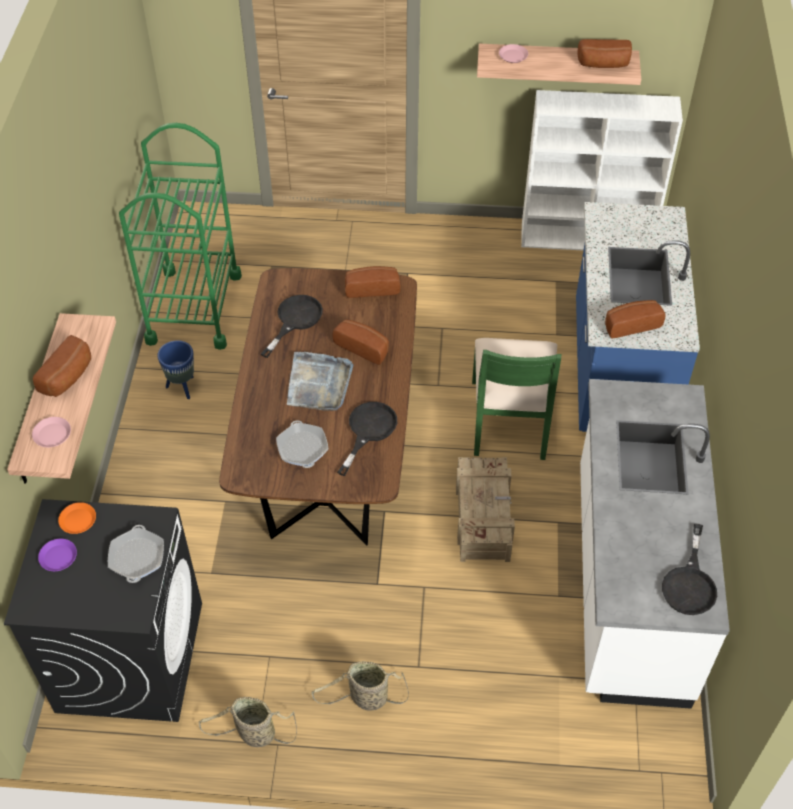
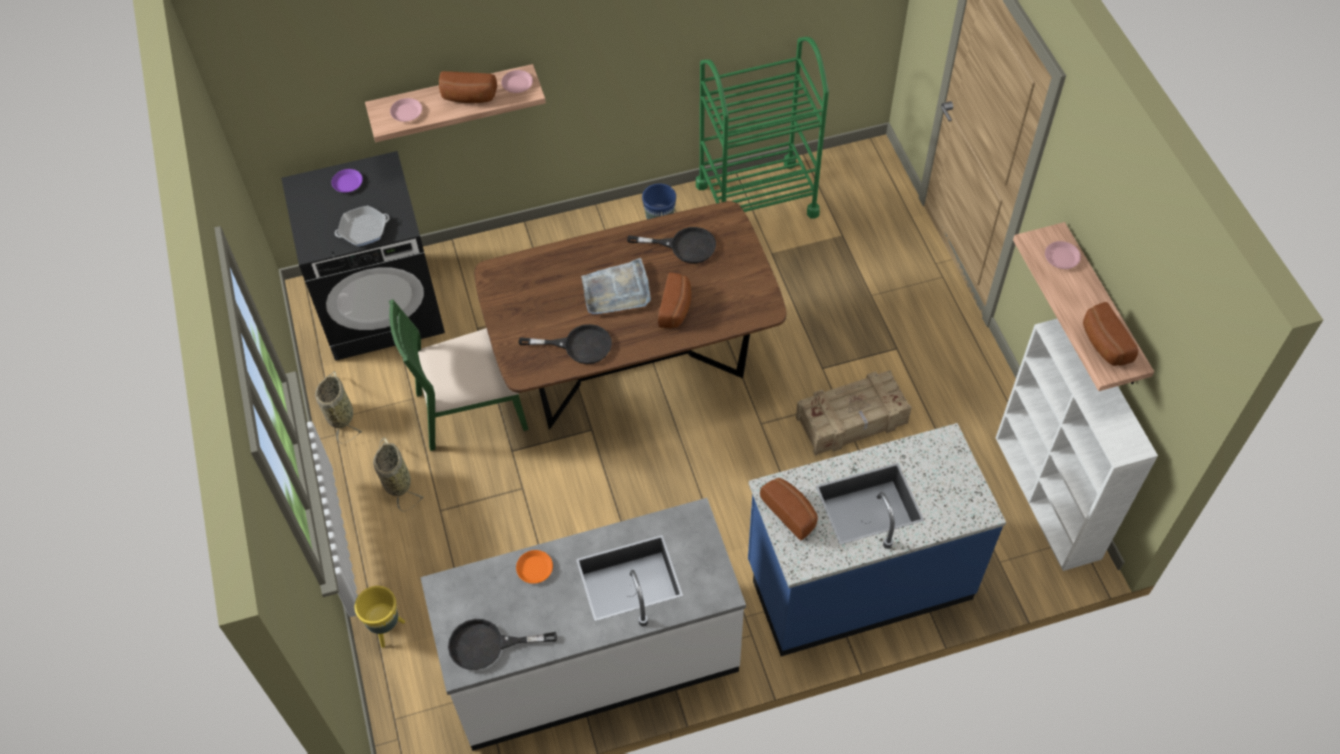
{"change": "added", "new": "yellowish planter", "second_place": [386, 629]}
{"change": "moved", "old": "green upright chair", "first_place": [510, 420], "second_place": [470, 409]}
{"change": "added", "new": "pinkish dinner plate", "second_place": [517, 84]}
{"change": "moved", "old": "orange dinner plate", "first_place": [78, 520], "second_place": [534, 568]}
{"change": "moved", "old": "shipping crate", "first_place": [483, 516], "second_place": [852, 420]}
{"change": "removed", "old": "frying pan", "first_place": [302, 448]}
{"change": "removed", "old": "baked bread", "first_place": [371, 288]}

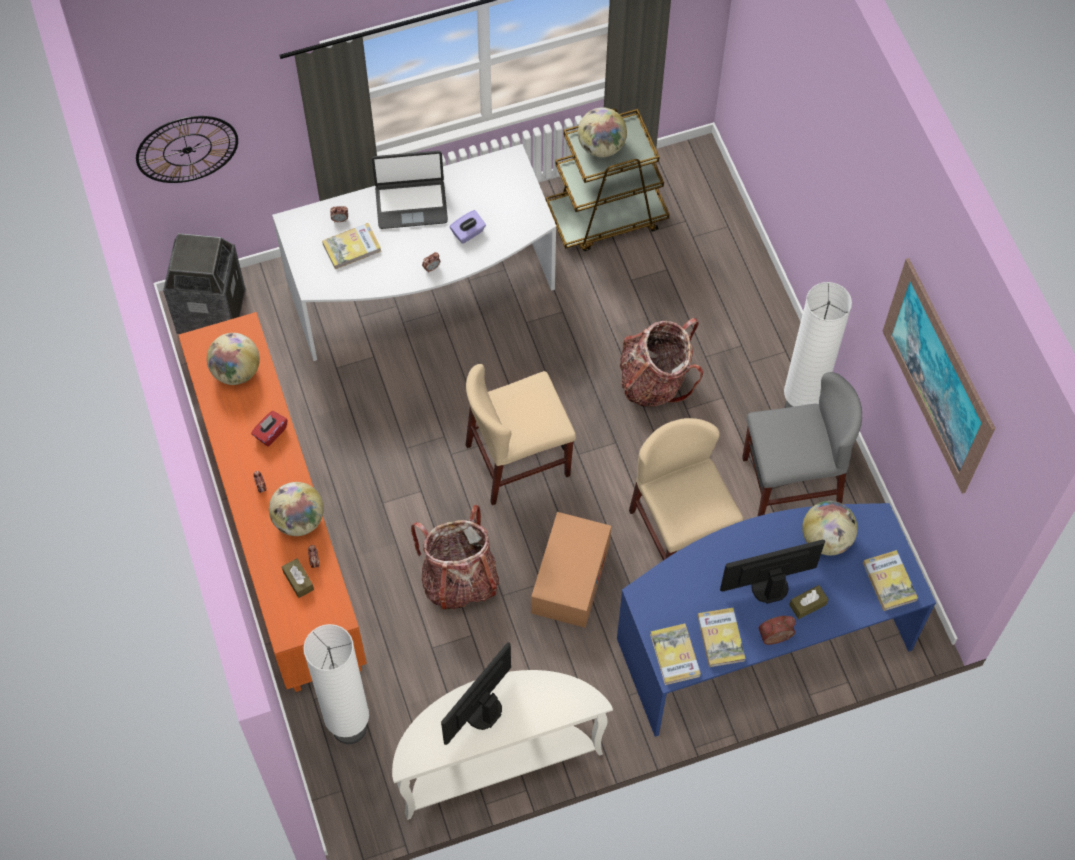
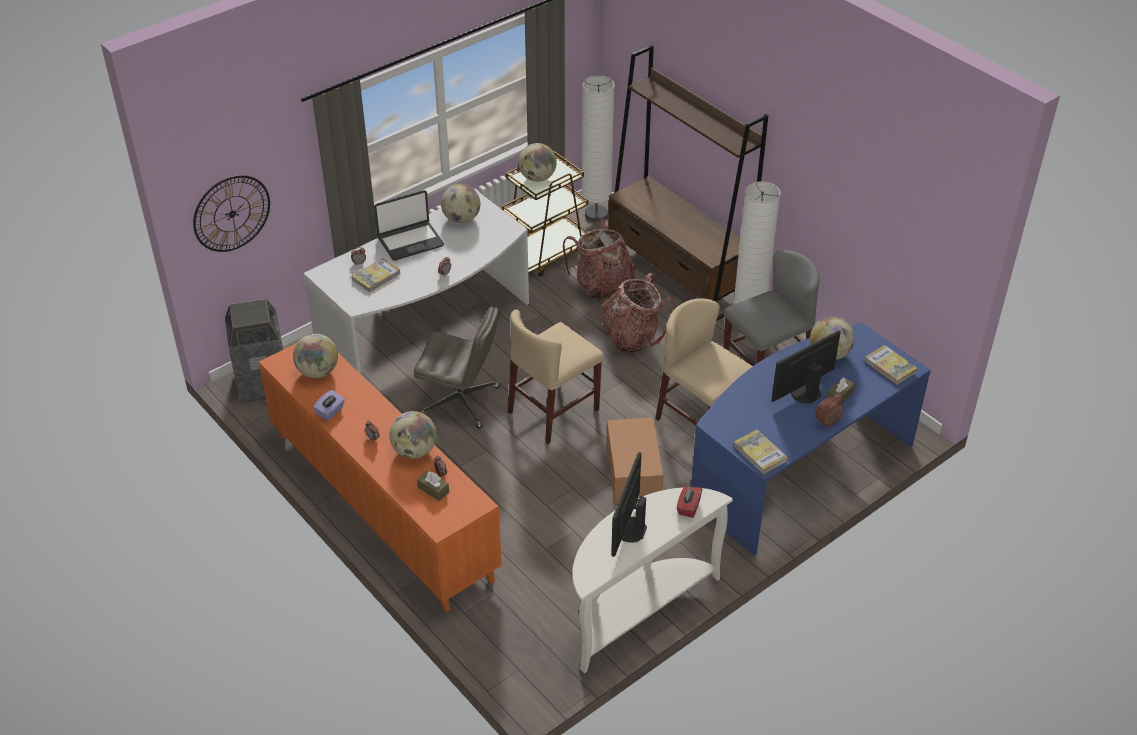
{"change": "moved", "old": "purple box of tissues", "first_place": [468, 233], "second_place": [330, 412]}
{"change": "added", "new": "grey desk chair", "second_place": [461, 402]}
{"change": "added", "new": "desk globe", "second_place": [461, 219]}
{"change": "moved", "old": "backpack", "first_place": [459, 580], "second_place": [602, 285]}
{"change": "moved", "old": "white-coloured standing lamp", "first_place": [349, 727], "second_place": [596, 215]}
{"change": "added", "new": "brown shelving unit", "second_place": [676, 274]}
{"change": "moved", "old": "red box of tissues", "first_place": [270, 433], "second_place": [688, 507]}
{"change": "removed", "old": "bound book", "first_place": [720, 638]}
{"change": "removed", "old": "wall picture", "first_place": [937, 376]}

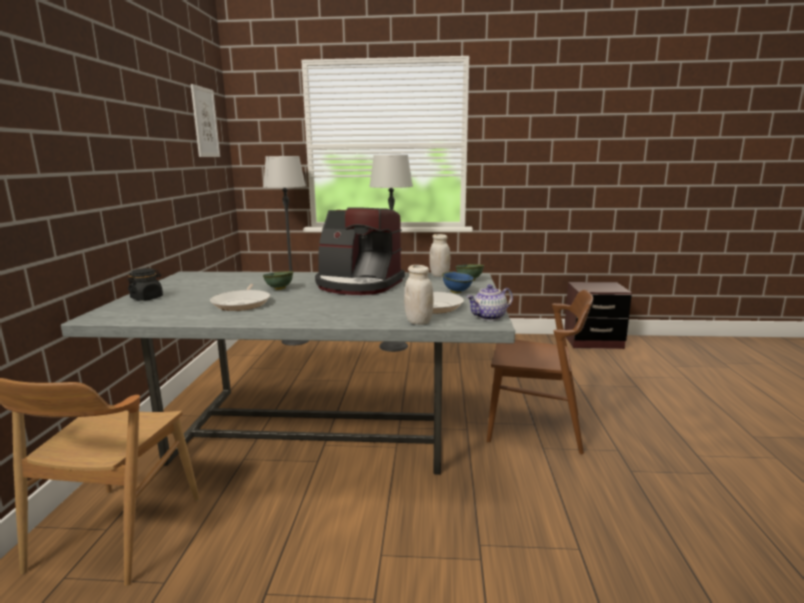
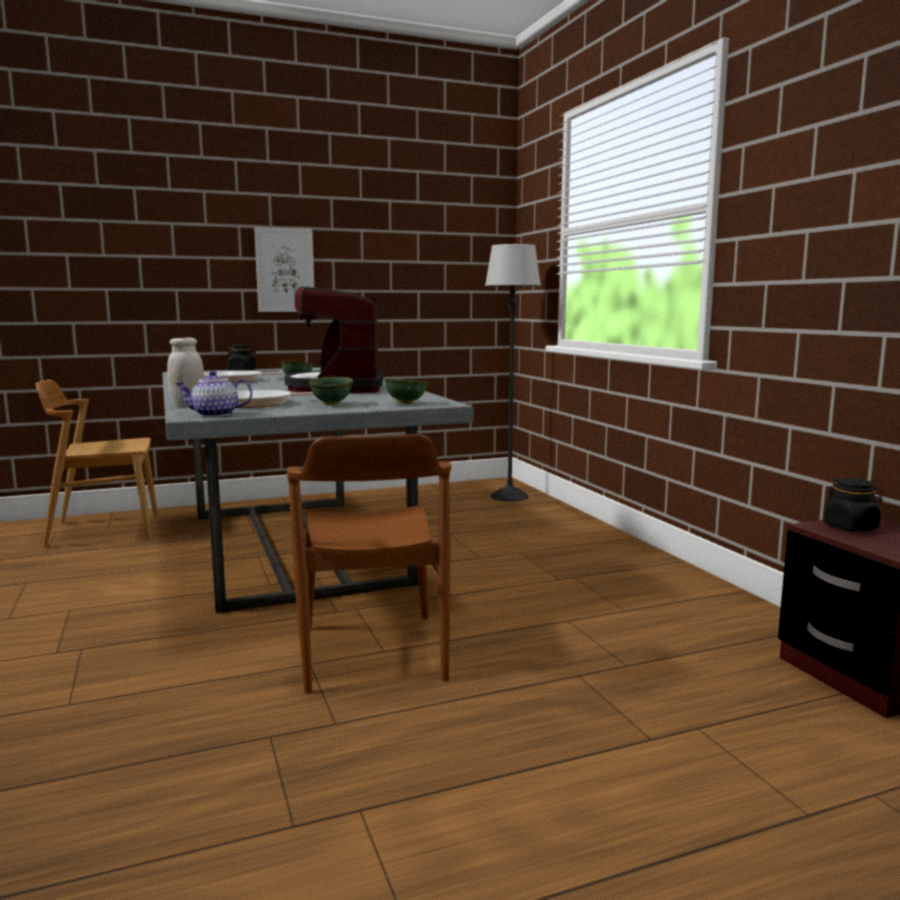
{"change": "turned", "old": "tea pot", "first_place": [489, 317], "second_place": [215, 415], "degrees": -45}
{"change": "moved", "old": "wall picture", "first_place": [205, 122], "second_place": [285, 270]}
{"change": "recoloured", "old": "blue-coloured serving bowl", "new": "green serving bowl", "first_place": [457, 292], "second_place": [332, 404]}
{"change": "added", "new": "black jar", "second_place": [851, 527]}
{"change": "removed", "old": "standing lamp", "first_place": [393, 346]}
{"change": "removed", "old": "white-coloured jar", "first_place": [439, 275]}

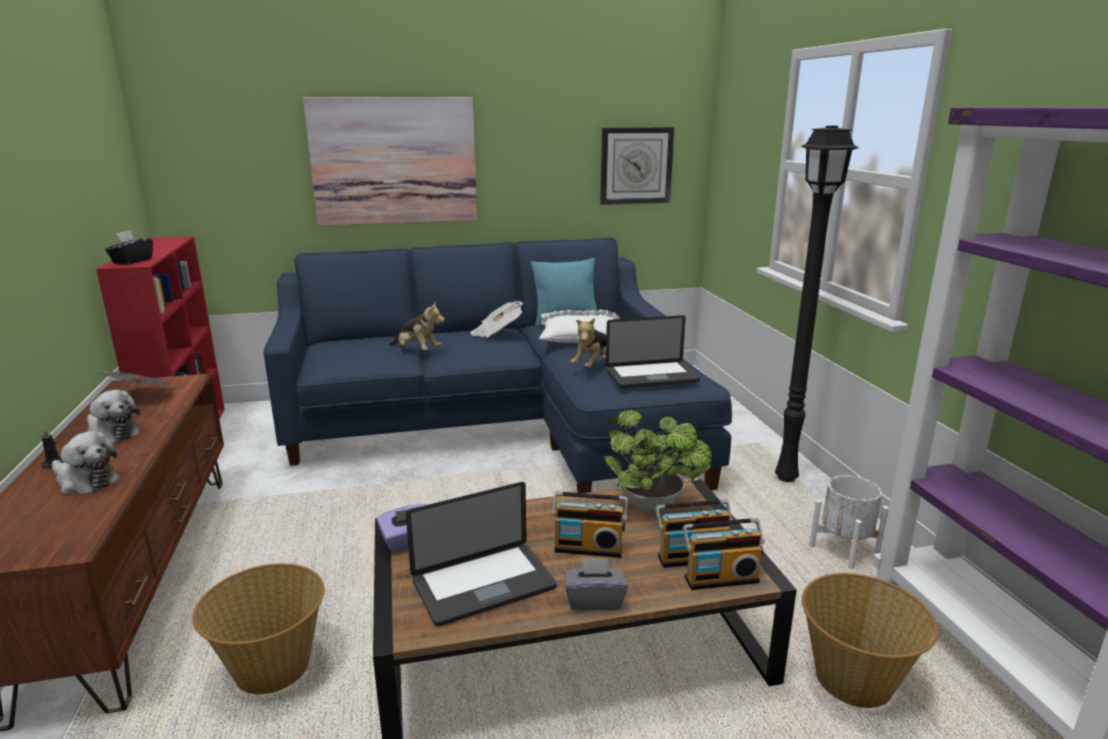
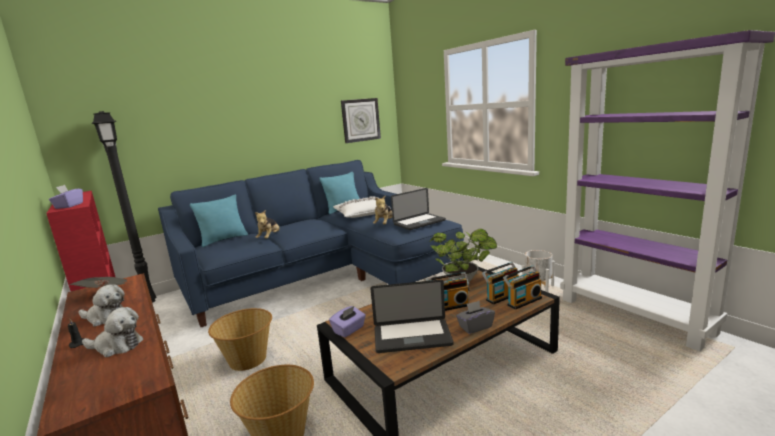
{"change": "recoloured", "old": "black box of tissues", "new": "purple box of tissues", "first_place": [132, 261], "second_place": [69, 206]}
{"change": "moved", "old": "black standing lamp", "first_place": [786, 477], "second_place": [150, 301]}
{"change": "added", "new": "turquoise-coloured cushion", "second_place": [223, 239]}
{"change": "moved", "old": "household basket", "first_place": [854, 681], "second_place": [248, 360]}
{"change": "turned", "old": "soft toy", "first_place": [417, 350], "second_place": [269, 238], "degrees": 90}
{"change": "turned", "old": "notebook computer", "first_place": [484, 585], "second_place": [412, 337], "degrees": 45}
{"change": "removed", "old": "wall picture", "first_place": [394, 161]}
{"change": "removed", "old": "printed paper", "first_place": [497, 333]}

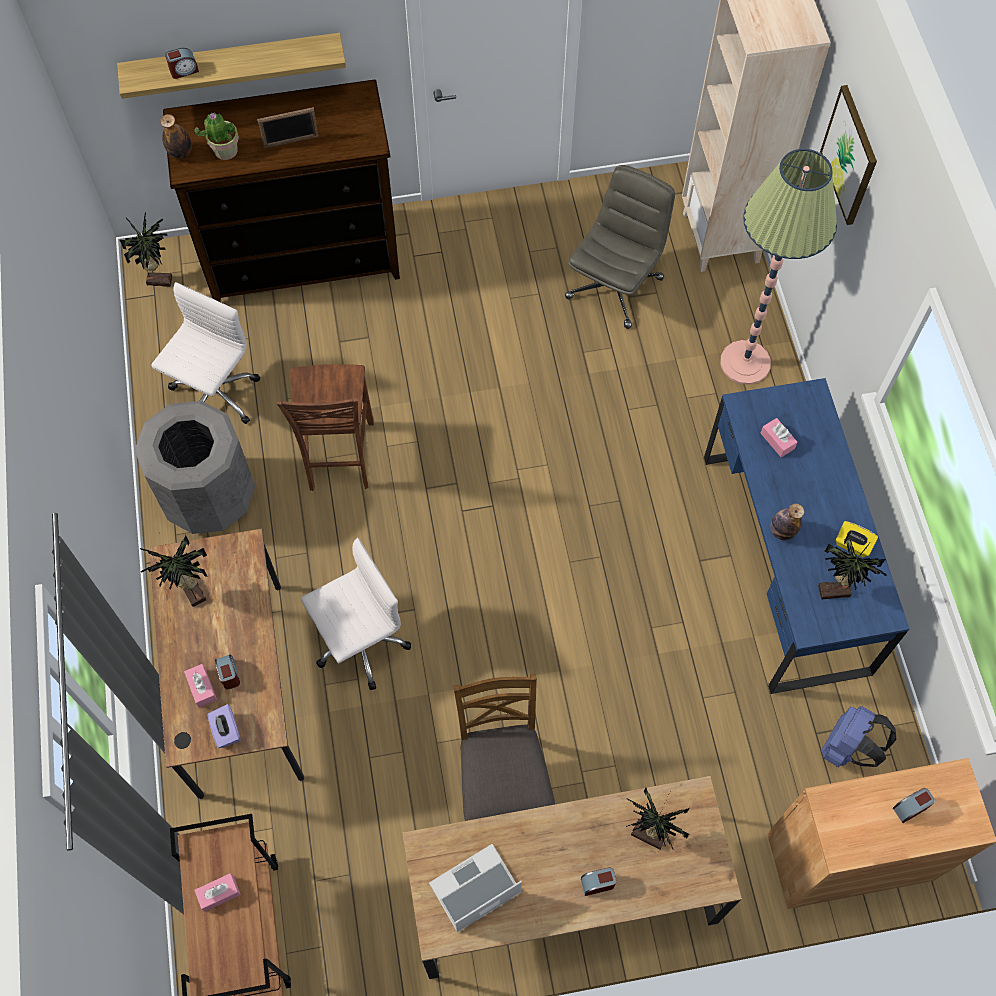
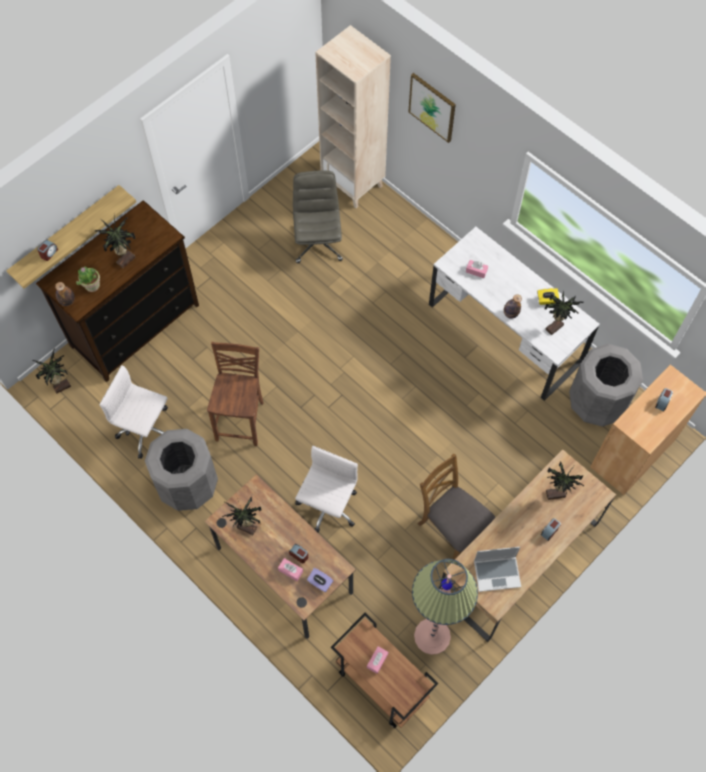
{"change": "replaced", "old": "standing frame", "new": "plant in a pot", "first_place": [291, 142], "second_place": [124, 260]}
{"change": "turned", "old": "white-coloured desk chair", "first_place": [214, 396], "second_place": [146, 430], "degrees": -60}
{"change": "turned", "old": "brown upright chair", "first_place": [339, 458], "second_place": [242, 420], "degrees": -135}
{"change": "moved", "old": "standing lamp", "first_place": [745, 363], "second_place": [432, 636]}
{"change": "recoloured", "old": "blue-coloured desk", "new": "white-coloured desk", "first_place": [784, 562], "second_place": [505, 332]}
{"change": "turned", "old": "notebook computer", "first_place": [475, 890], "second_place": [497, 573], "degrees": -120}
{"change": "replaced", "old": "blue-coloured backpack", "new": "grey trash can", "first_place": [847, 748], "second_place": [597, 403]}

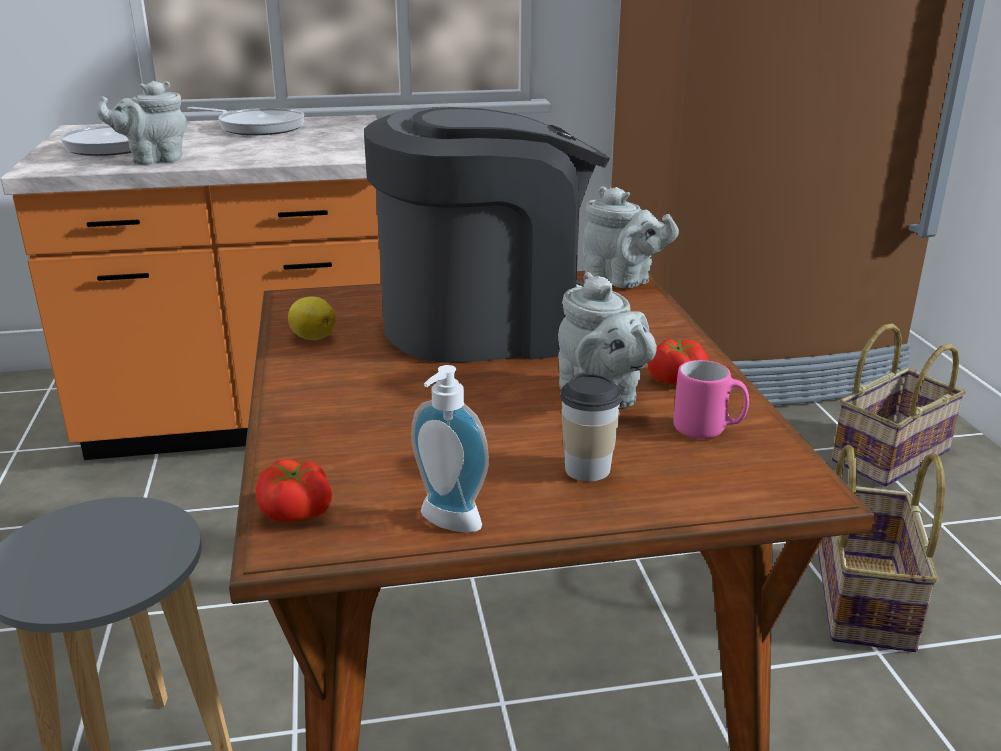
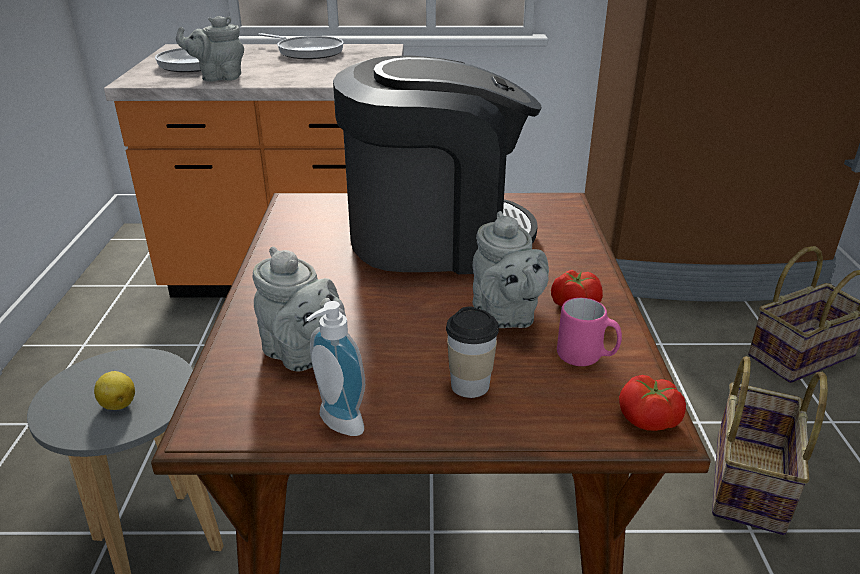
{"change": "moved", "old": "citrus fruit", "first_place": [312, 337], "second_place": [118, 403]}
{"change": "moved", "old": "grey tea pot", "first_place": [622, 281], "second_place": [303, 355]}
{"change": "moved", "old": "whole tomato", "first_place": [295, 513], "second_place": [648, 420]}

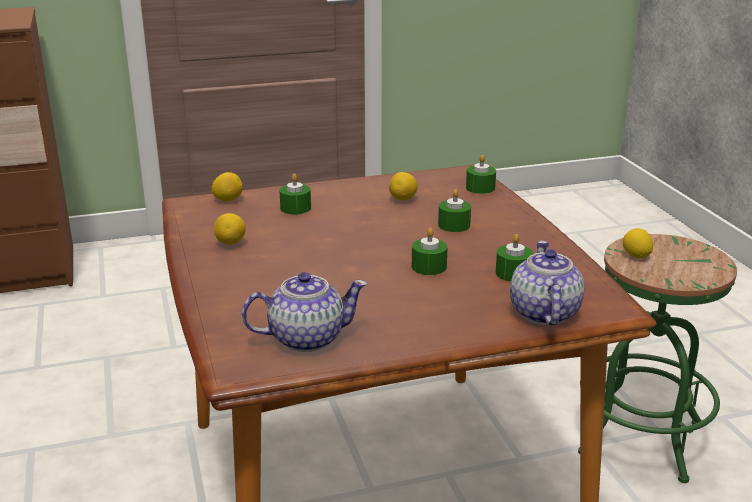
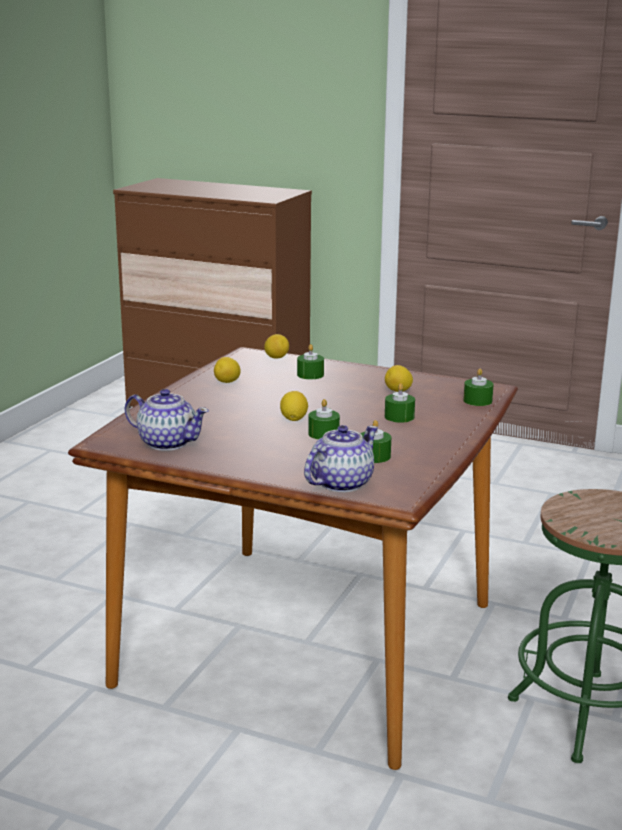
{"change": "moved", "old": "citrus fruit", "first_place": [636, 256], "second_place": [293, 419]}

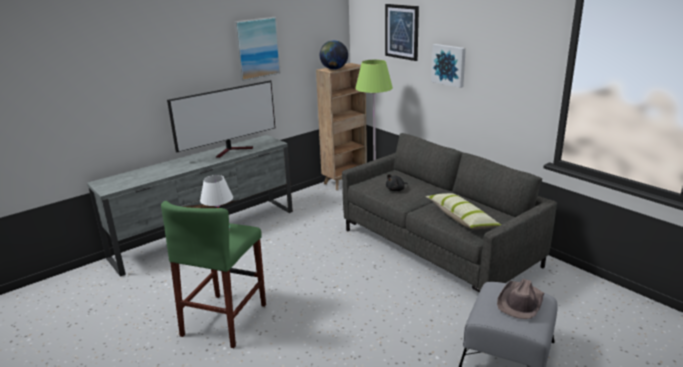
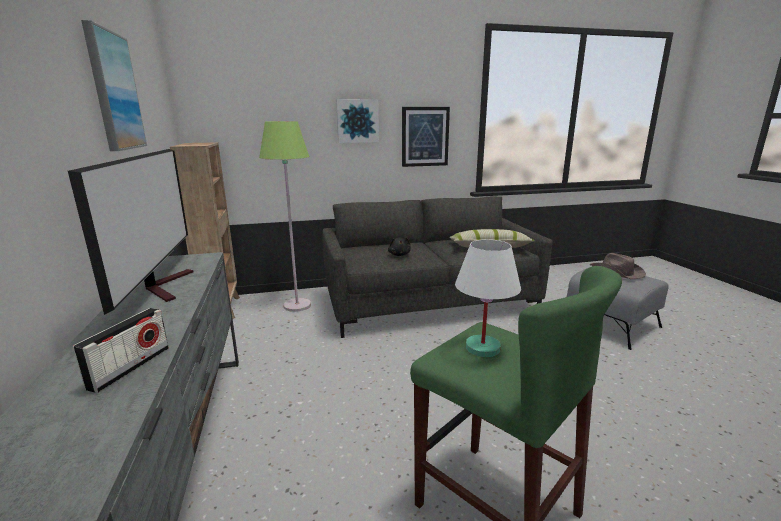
{"change": "added", "new": "radio receiver", "second_place": [130, 367]}
{"change": "moved", "old": "wall picture", "first_place": [402, 32], "second_place": [425, 136]}
{"change": "removed", "old": "desk globe", "first_place": [334, 69]}

